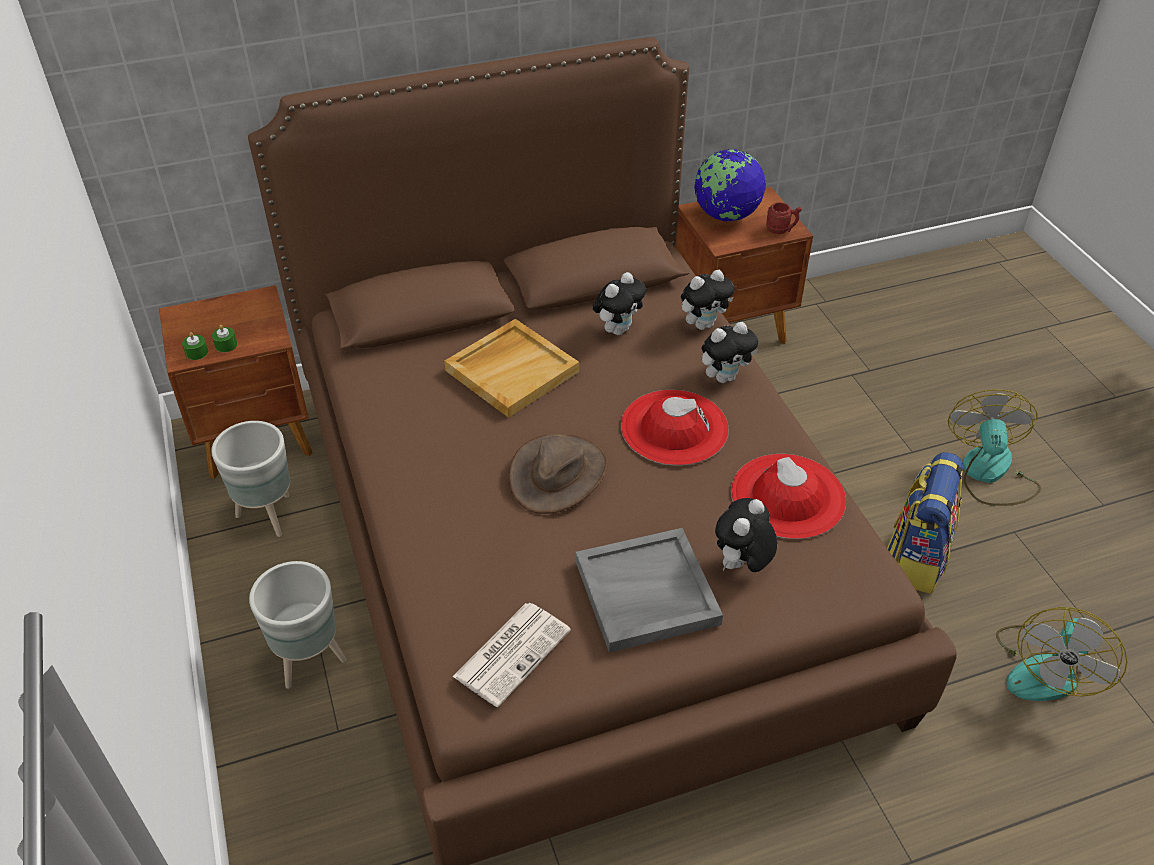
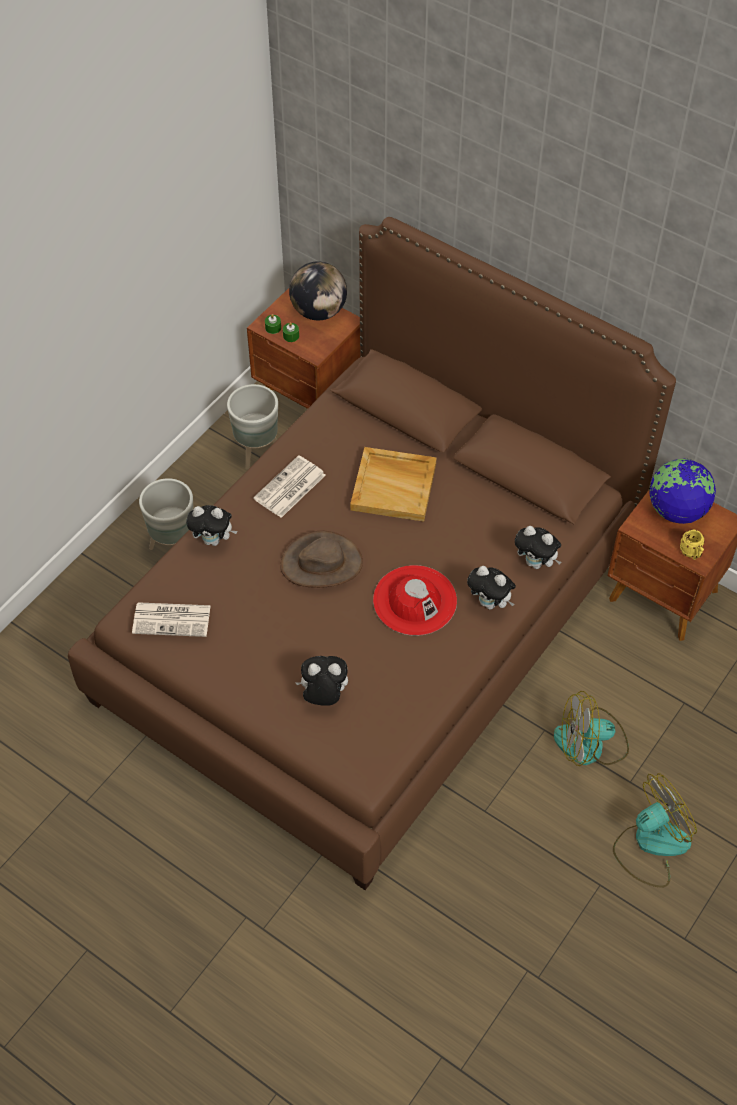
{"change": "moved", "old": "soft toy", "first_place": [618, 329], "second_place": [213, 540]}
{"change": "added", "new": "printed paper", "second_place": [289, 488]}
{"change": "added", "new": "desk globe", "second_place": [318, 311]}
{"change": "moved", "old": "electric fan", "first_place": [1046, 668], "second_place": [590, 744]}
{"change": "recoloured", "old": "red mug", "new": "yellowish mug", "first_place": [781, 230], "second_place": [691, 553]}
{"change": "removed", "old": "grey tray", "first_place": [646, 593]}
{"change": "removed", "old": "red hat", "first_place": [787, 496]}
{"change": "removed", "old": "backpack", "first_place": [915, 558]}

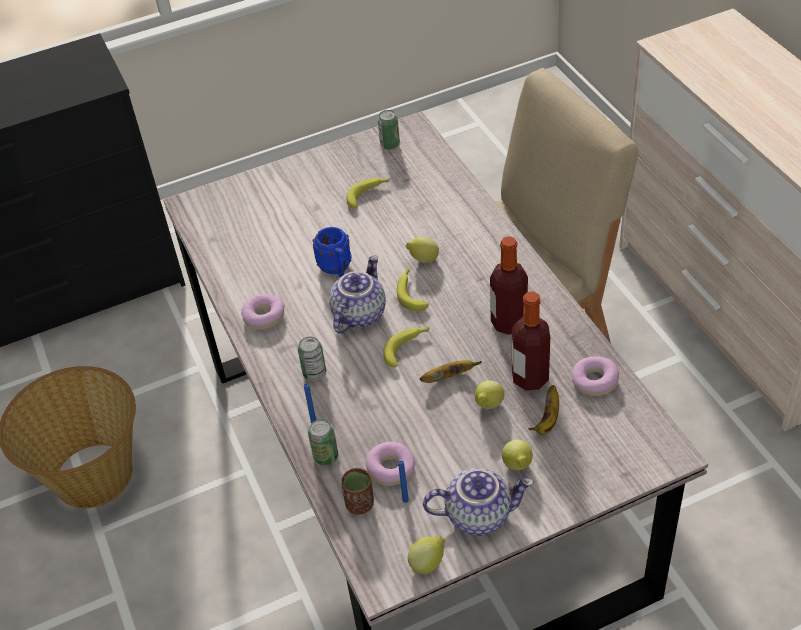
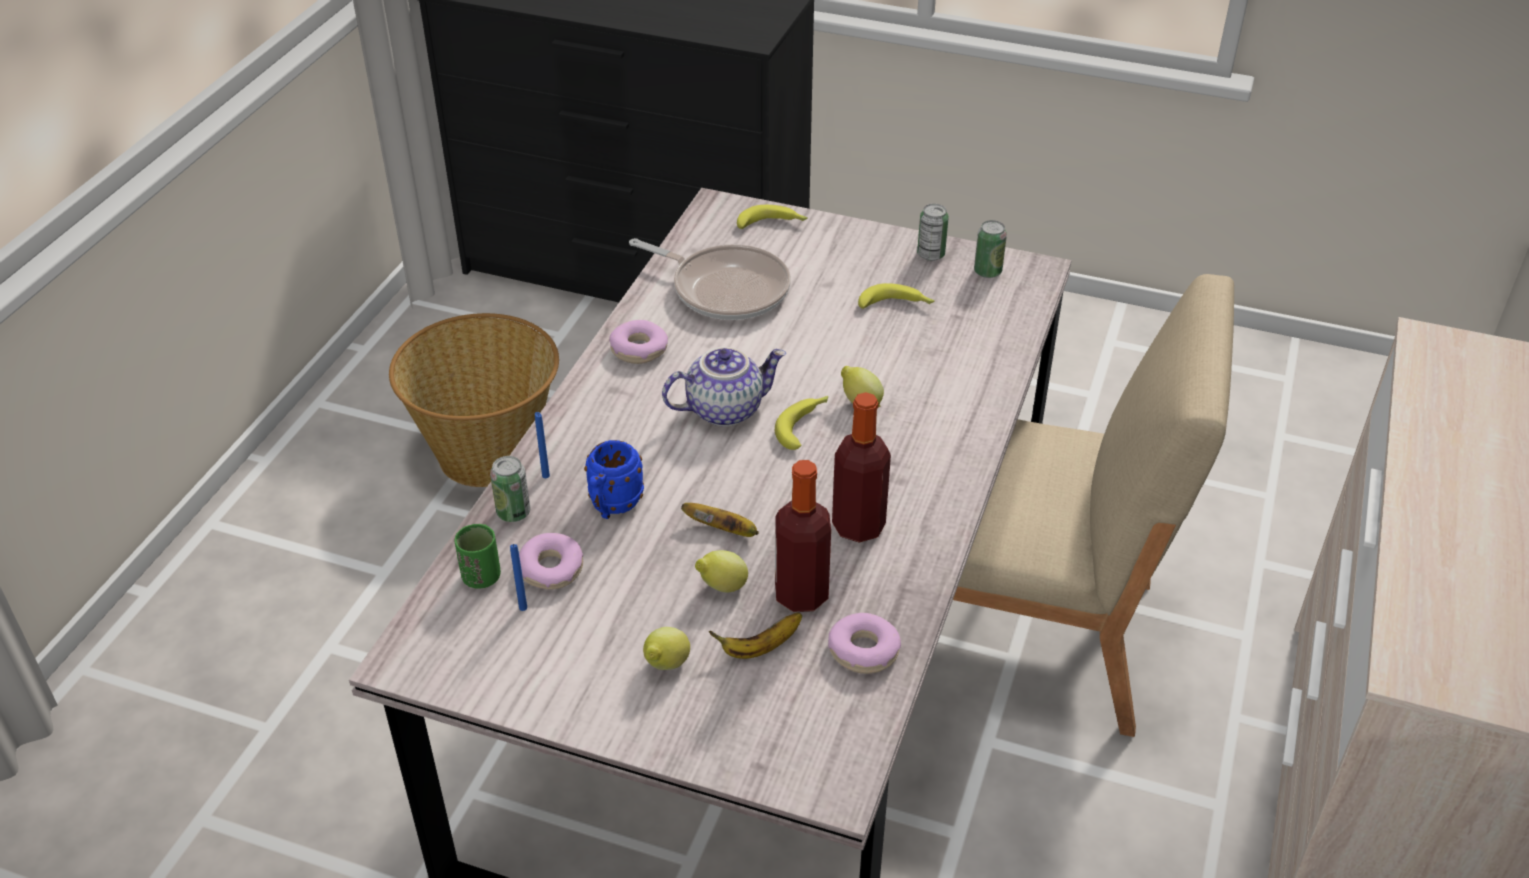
{"change": "recoloured", "old": "brown drinking cup", "new": "green drinking cup", "first_place": [360, 504], "second_place": [481, 577]}
{"change": "moved", "old": "blue-coloured mug", "first_place": [337, 269], "second_place": [612, 506]}
{"change": "added", "new": "frying pan", "second_place": [725, 289]}
{"change": "moved", "old": "whole banana", "first_place": [407, 348], "second_place": [772, 224]}
{"change": "moved", "old": "sealed can", "first_place": [314, 373], "second_place": [931, 254]}
{"change": "removed", "old": "citrus fruit", "first_place": [428, 563]}
{"change": "removed", "old": "tea pot", "first_place": [479, 514]}

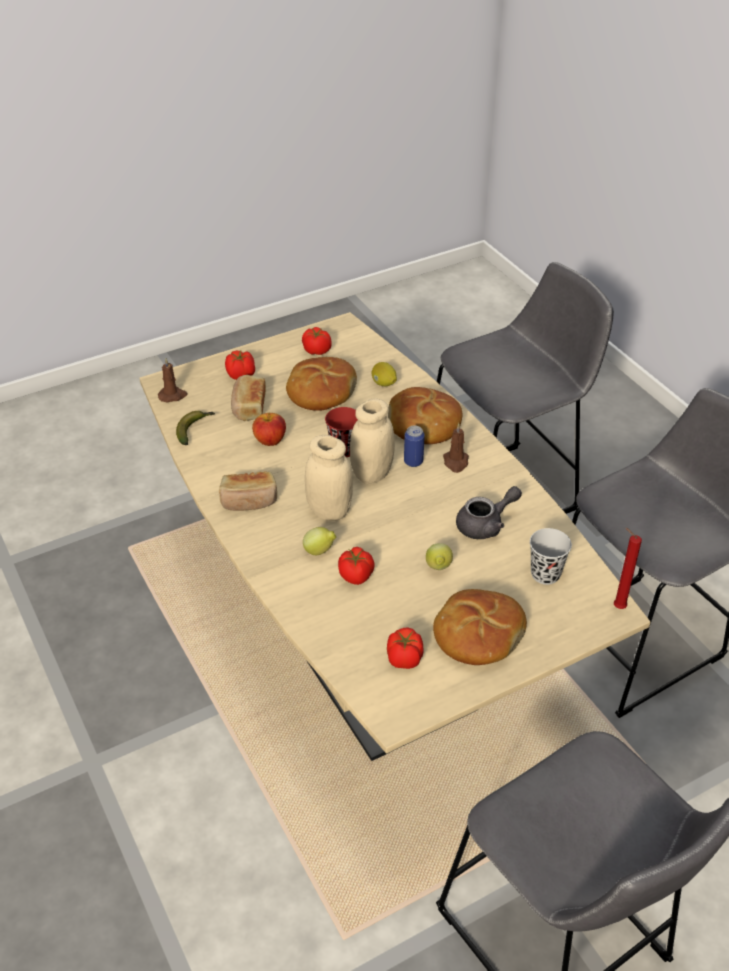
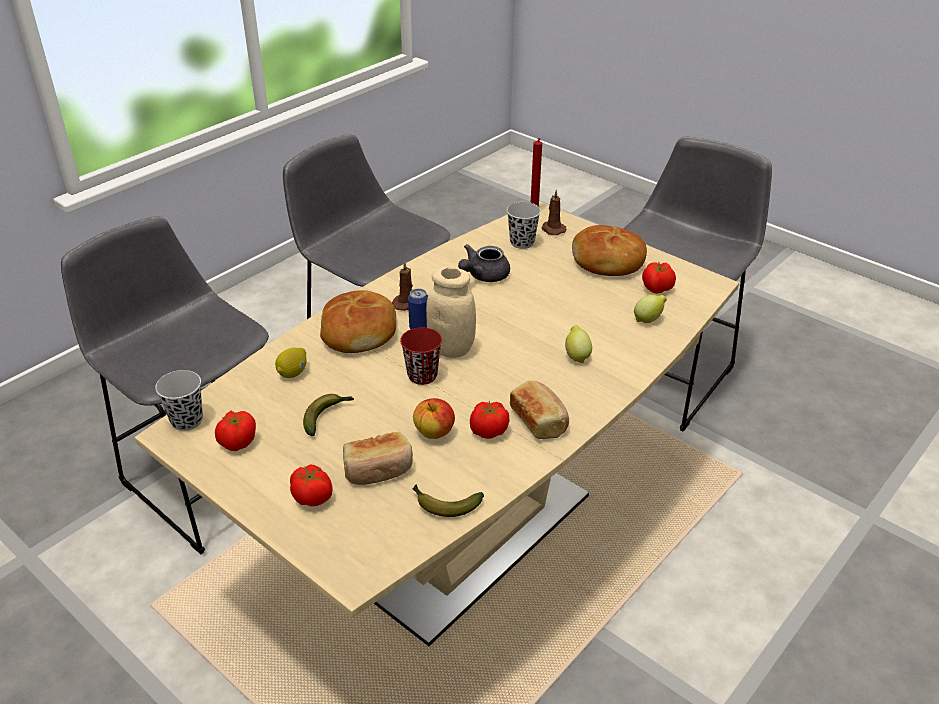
{"change": "added", "new": "black drinking cup", "second_place": [187, 421]}
{"change": "replaced", "old": "baked bread", "new": "whole banana", "first_place": [321, 393], "second_place": [327, 417]}
{"change": "turned", "old": "grey tea pot", "first_place": [485, 525], "second_place": [483, 276], "degrees": -90}
{"change": "moved", "old": "whole tomato", "first_place": [356, 576], "second_place": [488, 431]}
{"change": "moved", "old": "brown candle", "first_place": [173, 396], "second_place": [552, 229]}
{"change": "moved", "old": "citrus fruit", "first_place": [438, 568], "second_place": [648, 320]}
{"change": "removed", "old": "beige-coloured jar", "first_place": [329, 511]}

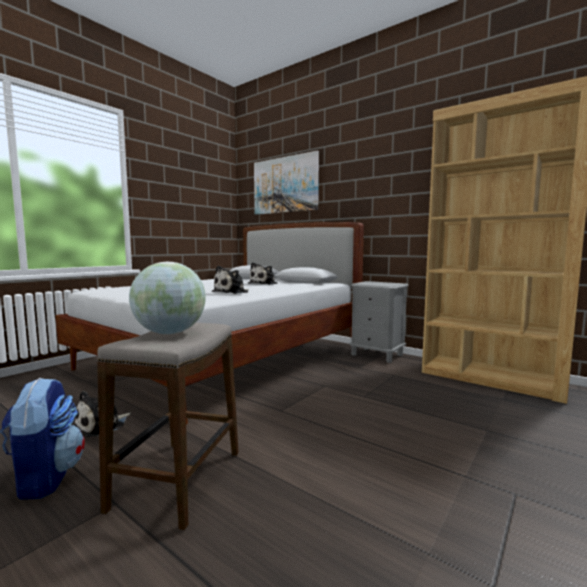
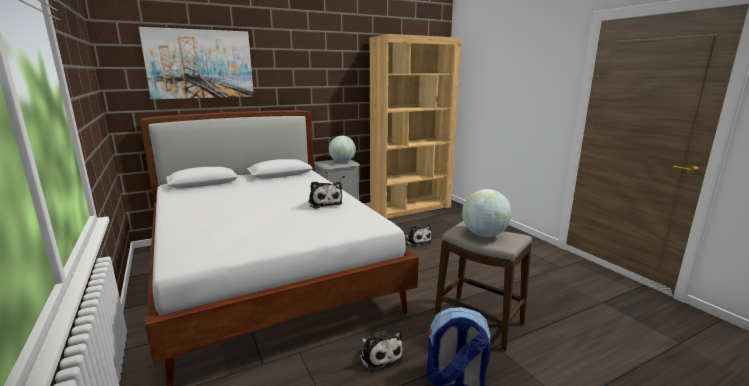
{"change": "added", "new": "desk globe", "second_place": [342, 162]}
{"change": "moved", "old": "soft toy", "first_place": [264, 283], "second_place": [417, 241]}

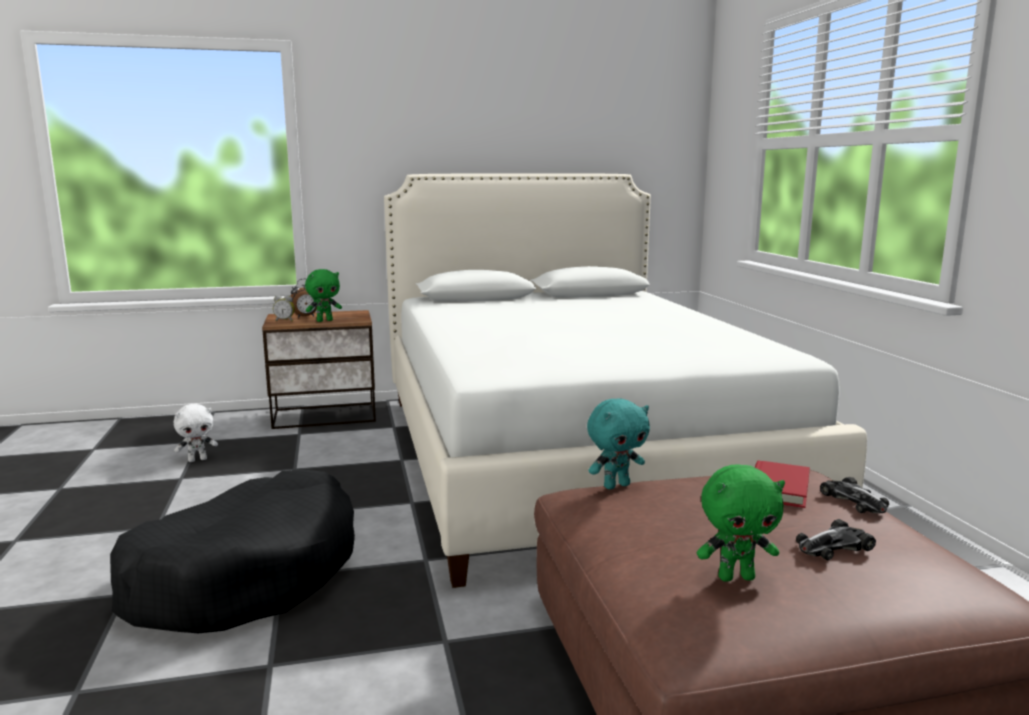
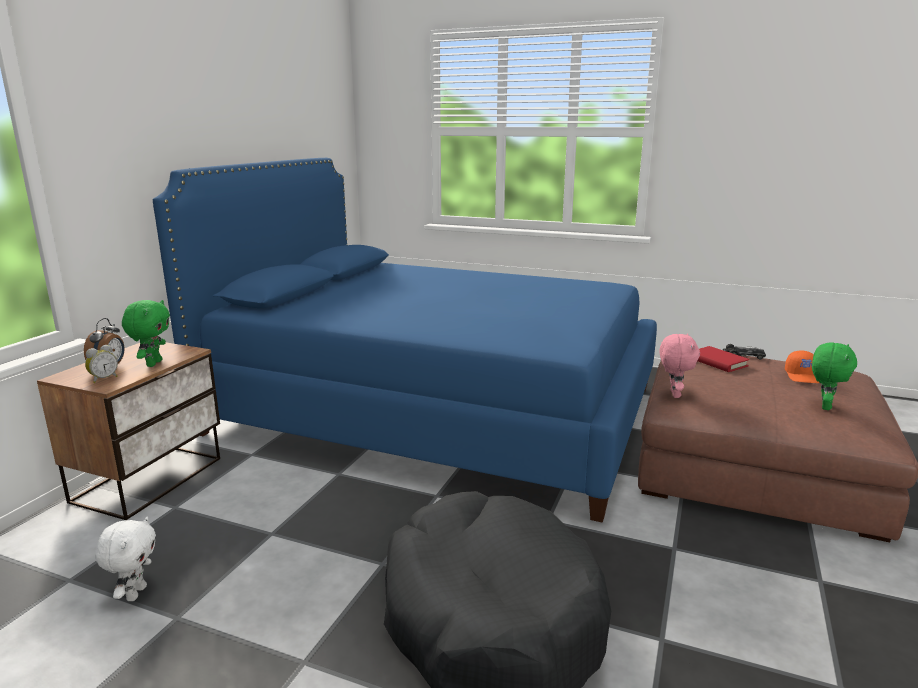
{"change": "recoloured", "old": "white-coloured bedroom bed", "new": "blue-coloured bedroom bed", "first_place": [572, 455], "second_place": [435, 409]}
{"change": "recoloured", "old": "turquoise-coloured soft toy", "new": "pinkish soft toy", "first_place": [616, 485], "second_place": [673, 394]}
{"change": "replaced", "old": "toy car", "new": "orange cap", "first_place": [834, 546], "second_place": [802, 376]}

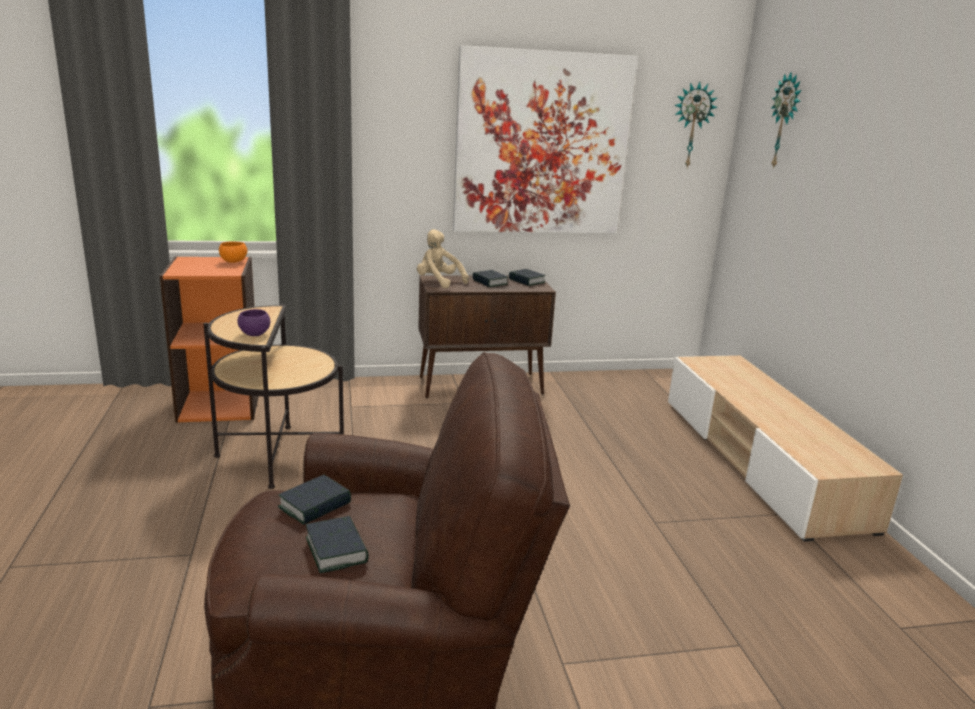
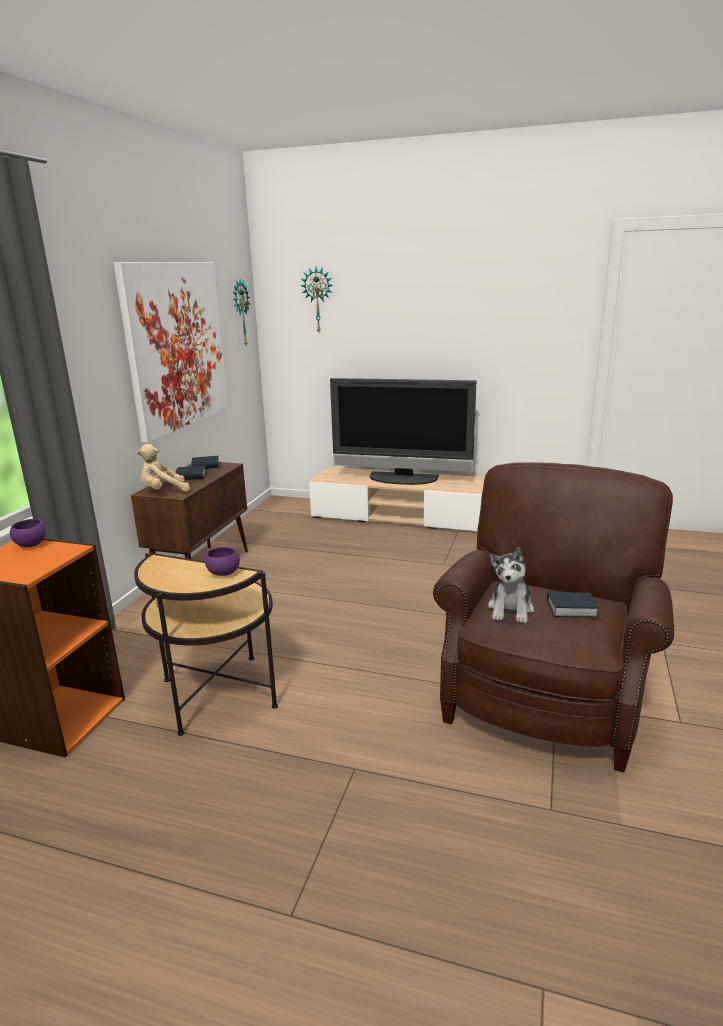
{"change": "recoloured", "old": "orange serving bowl", "new": "purple serving bowl", "first_place": [233, 261], "second_place": [31, 545]}
{"change": "added", "new": "television", "second_place": [402, 479]}
{"change": "replaced", "old": "bound book", "new": "soft toy", "first_place": [315, 505], "second_place": [511, 609]}

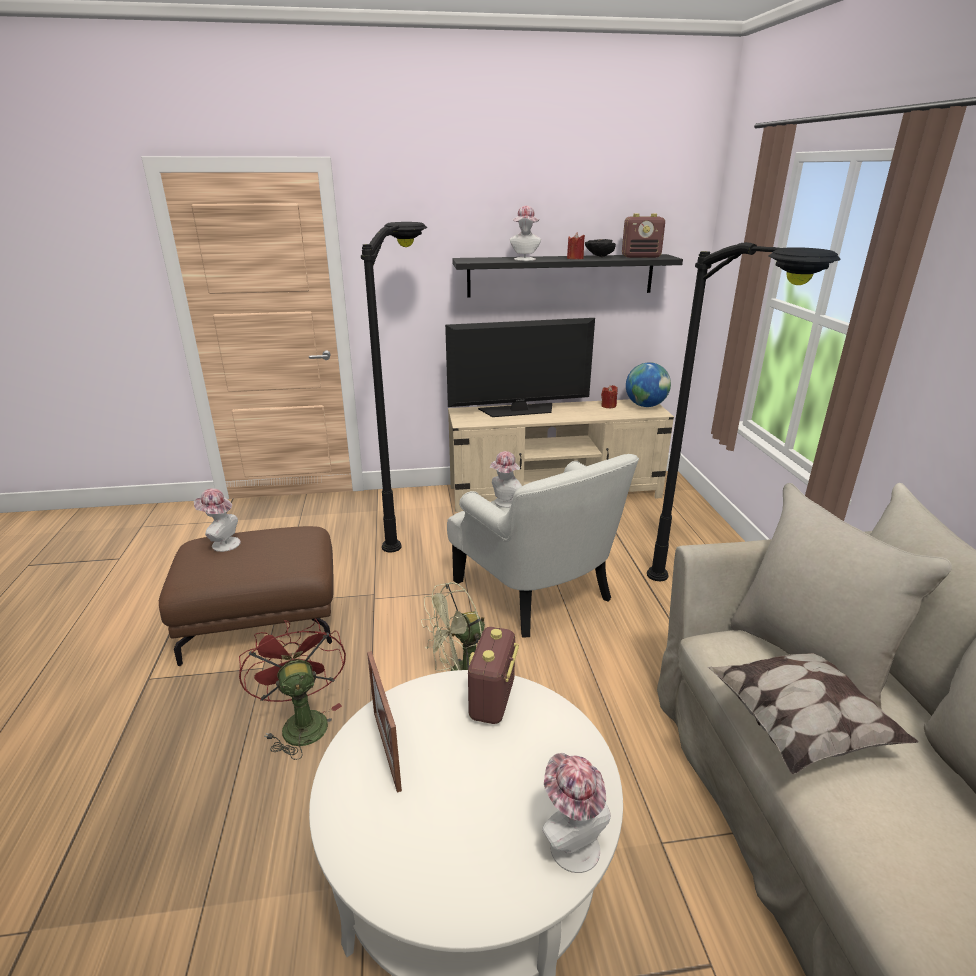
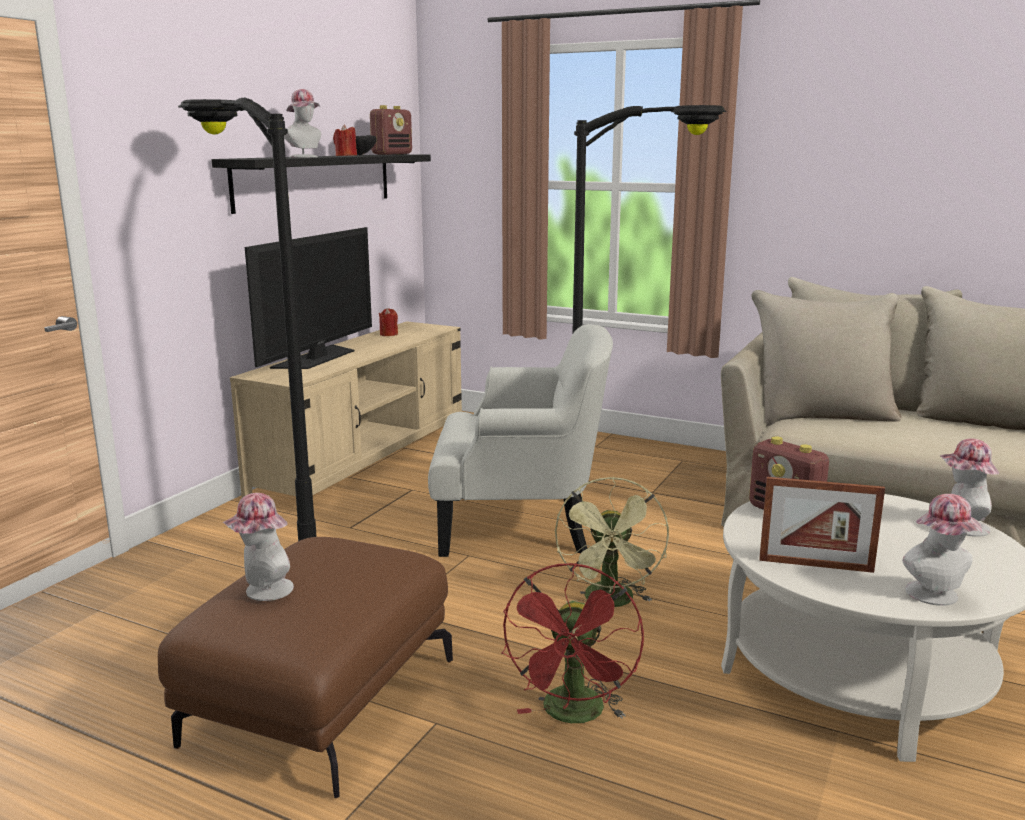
{"change": "turned", "old": "red electric fan", "first_place": [301, 721], "second_place": [574, 715], "degrees": -90}
{"change": "moved", "old": "hat", "first_place": [504, 503], "second_place": [936, 597]}
{"change": "removed", "old": "desk globe", "first_place": [645, 405]}
{"change": "removed", "old": "cushion", "first_place": [799, 724]}

